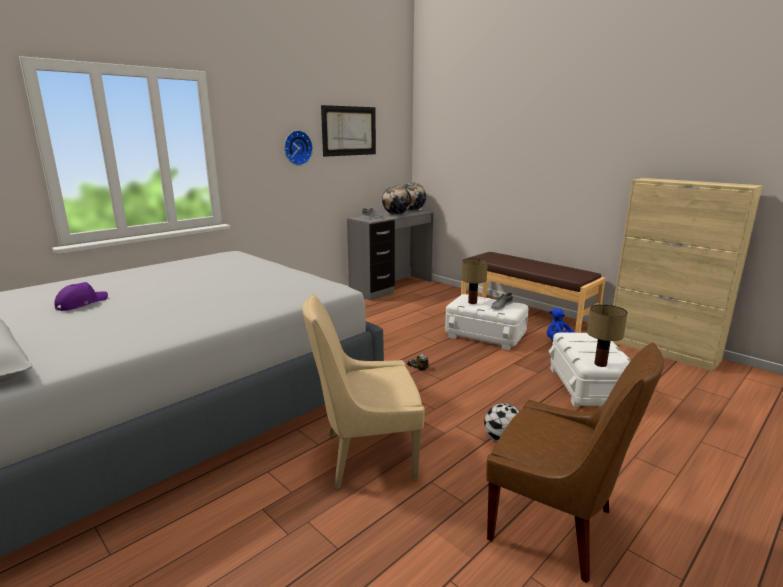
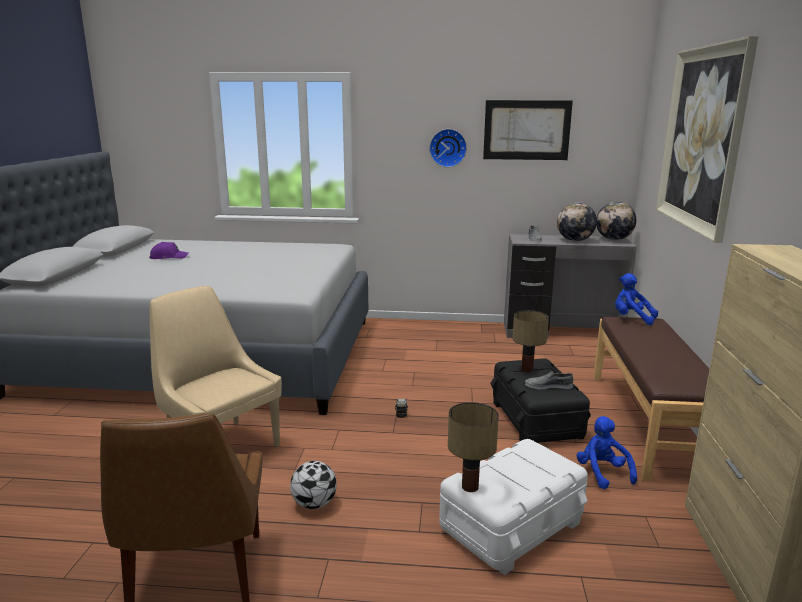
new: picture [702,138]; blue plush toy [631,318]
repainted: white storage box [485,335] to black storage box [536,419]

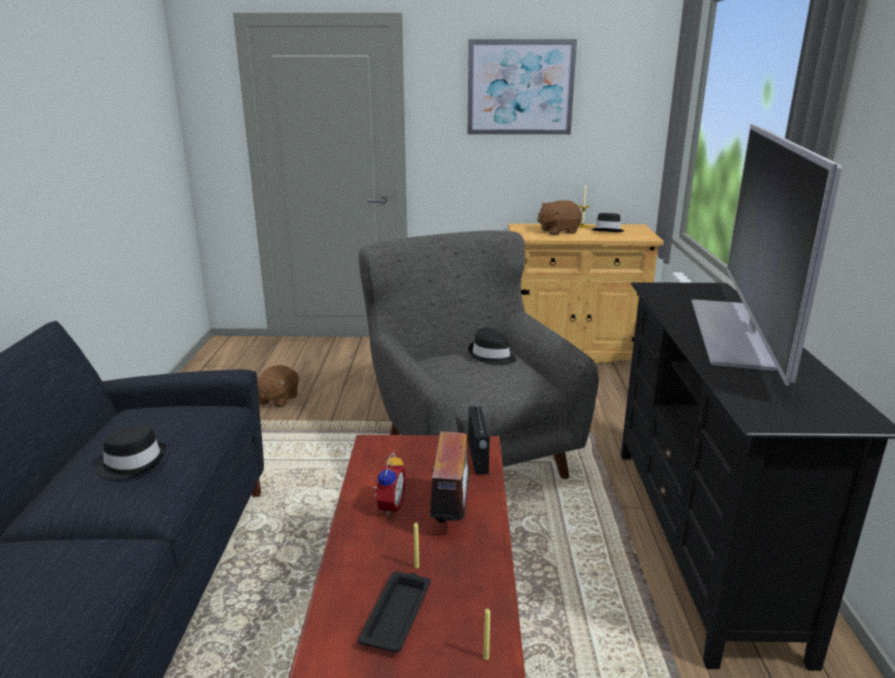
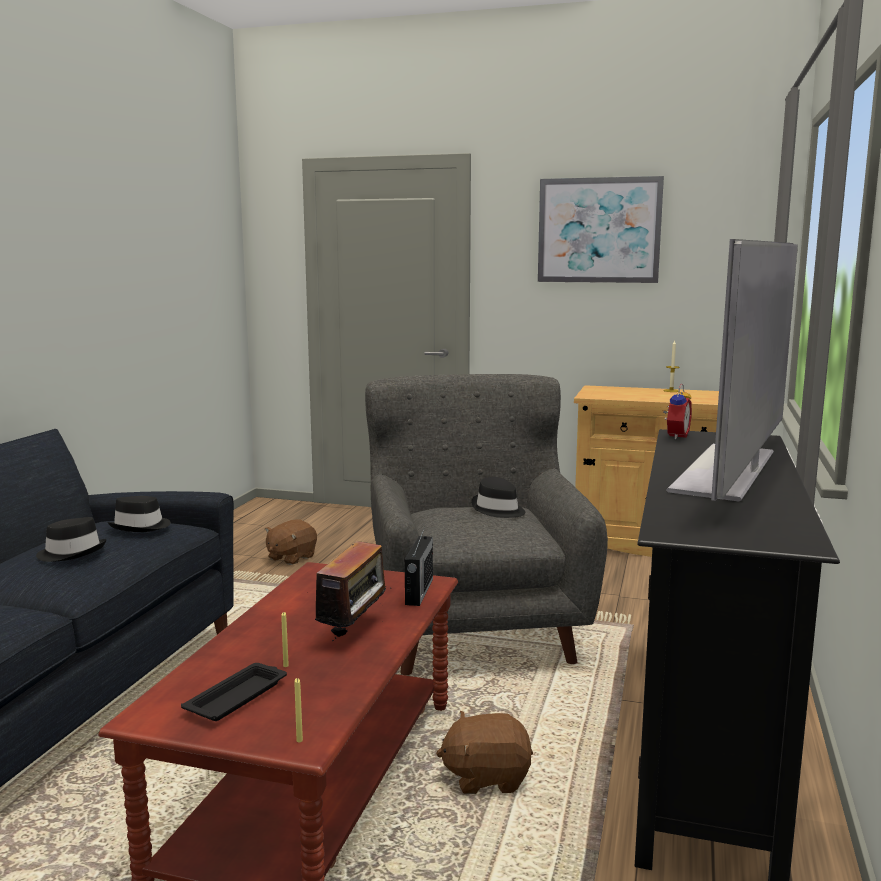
shifted: brown plush toy [558,231] to [486,777]; black hat [607,230] to [141,527]; alarm clock [388,506] to [675,436]

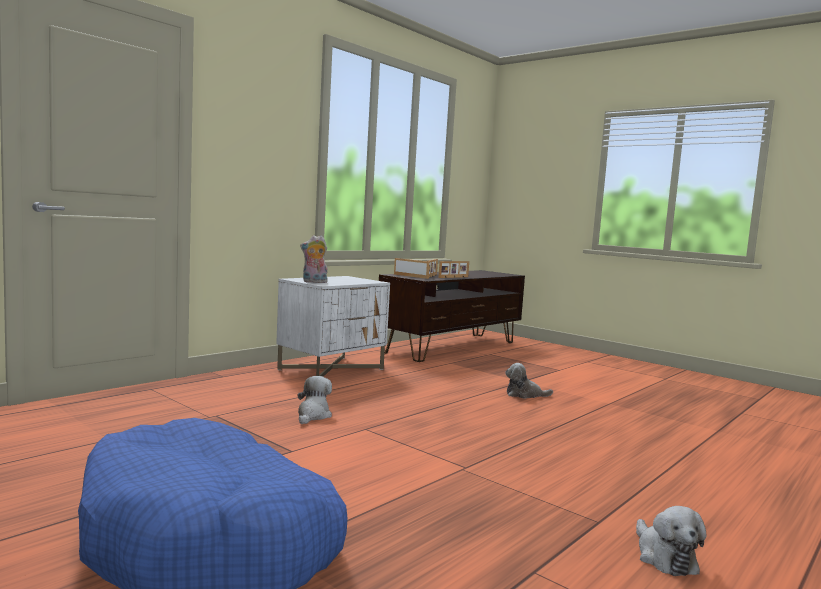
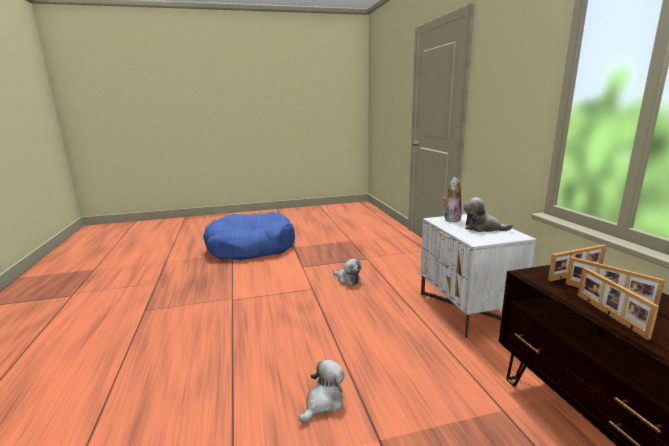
shifted: plush toy [664,557] to [482,228]

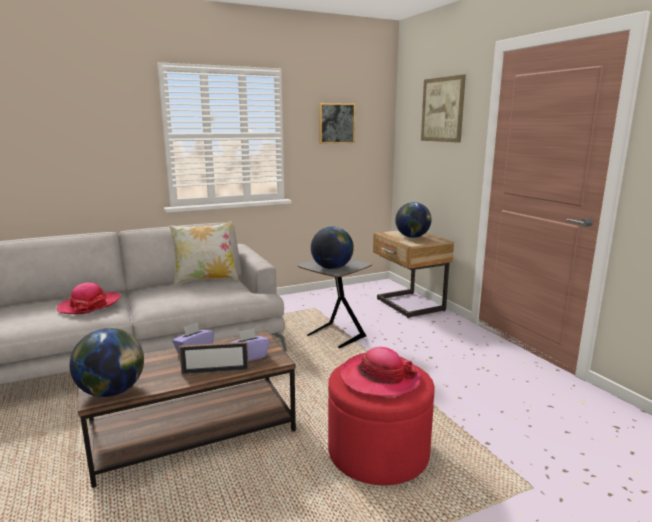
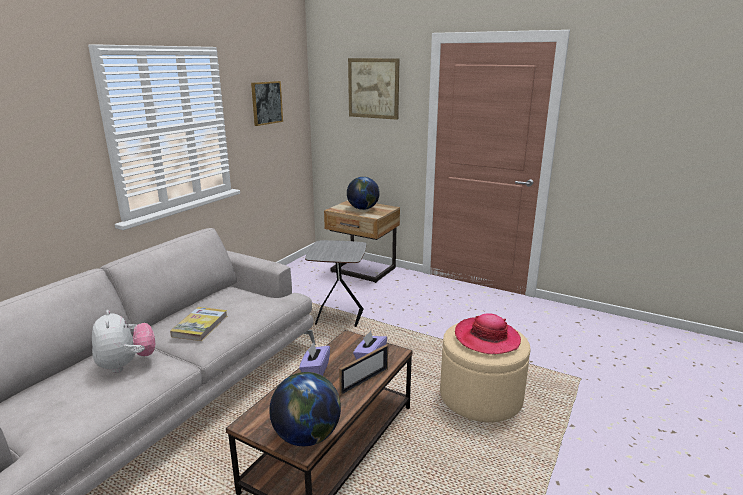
gone: pillow [206,279]; globe [332,268]
new: book [200,326]
swapped: hat [90,305] to plush toy [127,364]
repainted: red ottoman [378,452] to beige ottoman [480,397]

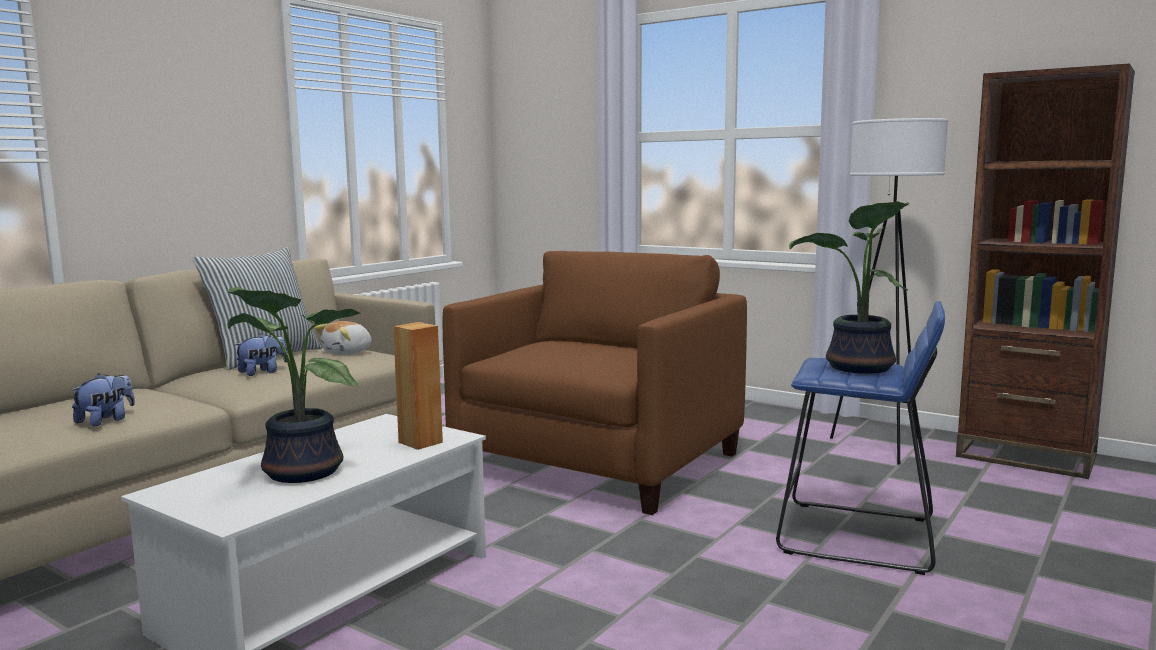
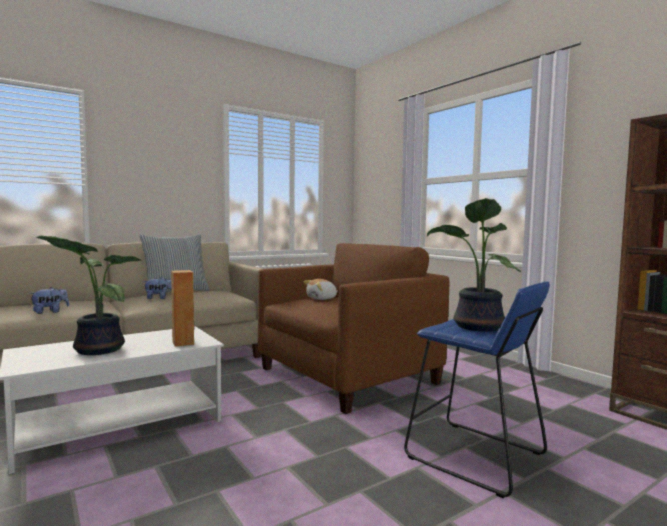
gone: white floor lamp [881,447]
shifted: plush toy [348,352] to [322,299]

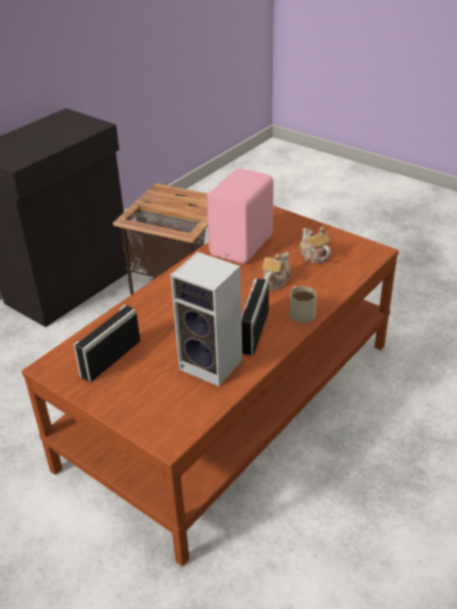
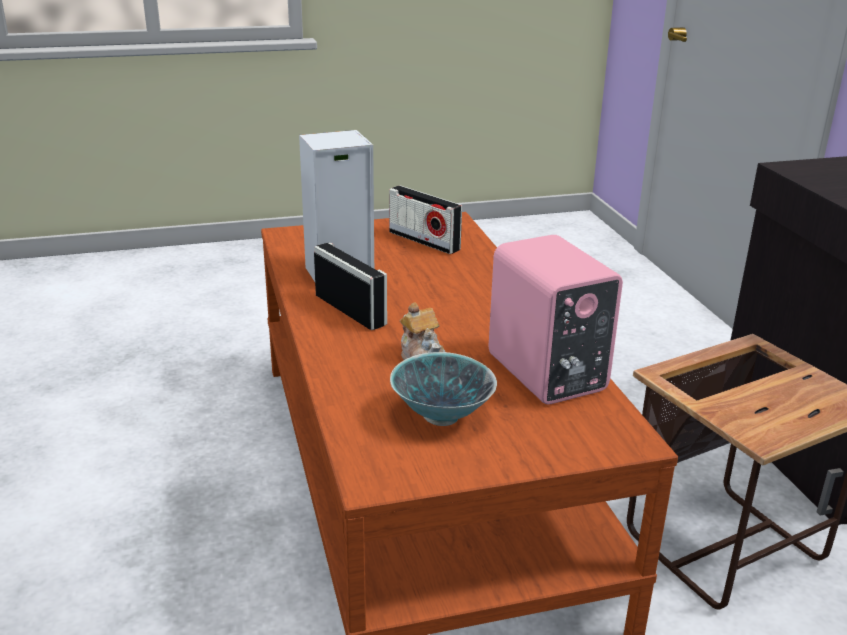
gone: beige mug [300,311]
swapped: teapot [313,256] to bowl [441,416]
rotated: radio [110,358] = [424,241] 150 degrees clockwise

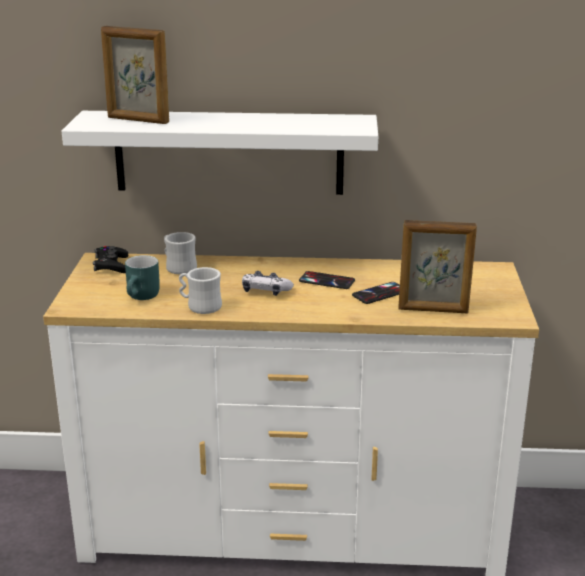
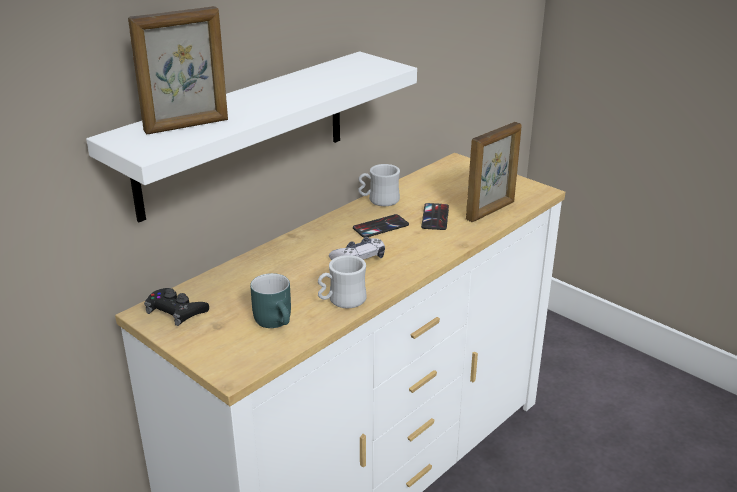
shifted: white mug [178,267] to [379,200]

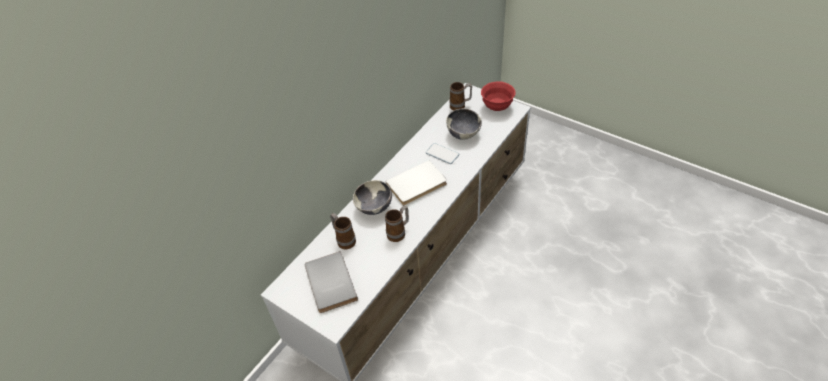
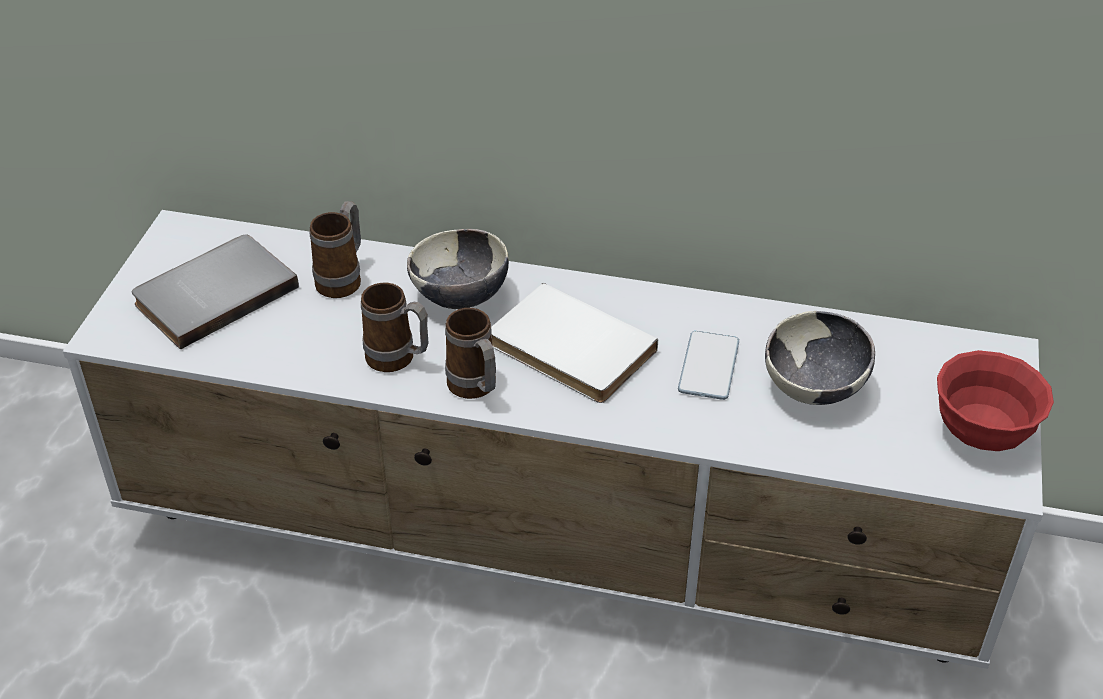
shifted: mug [460,106] to [475,390]

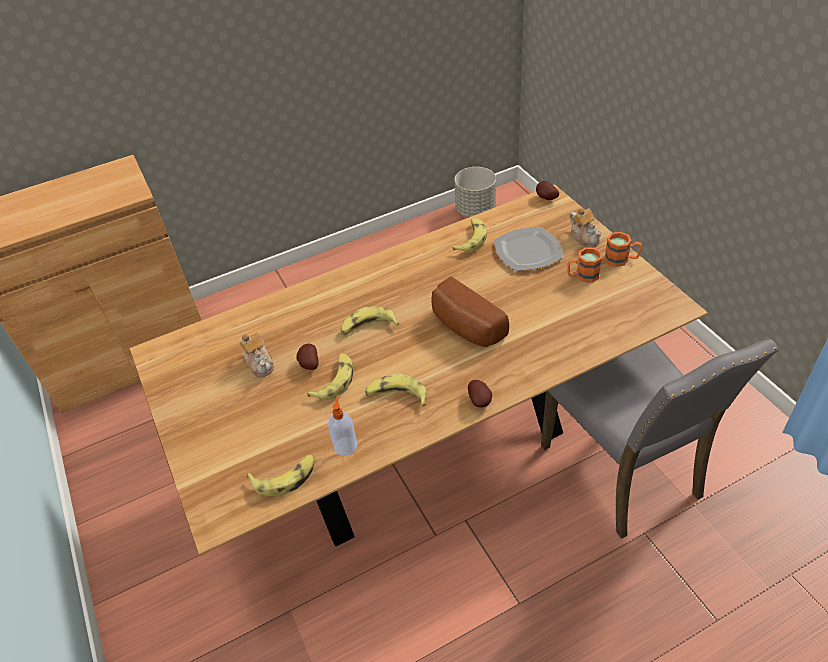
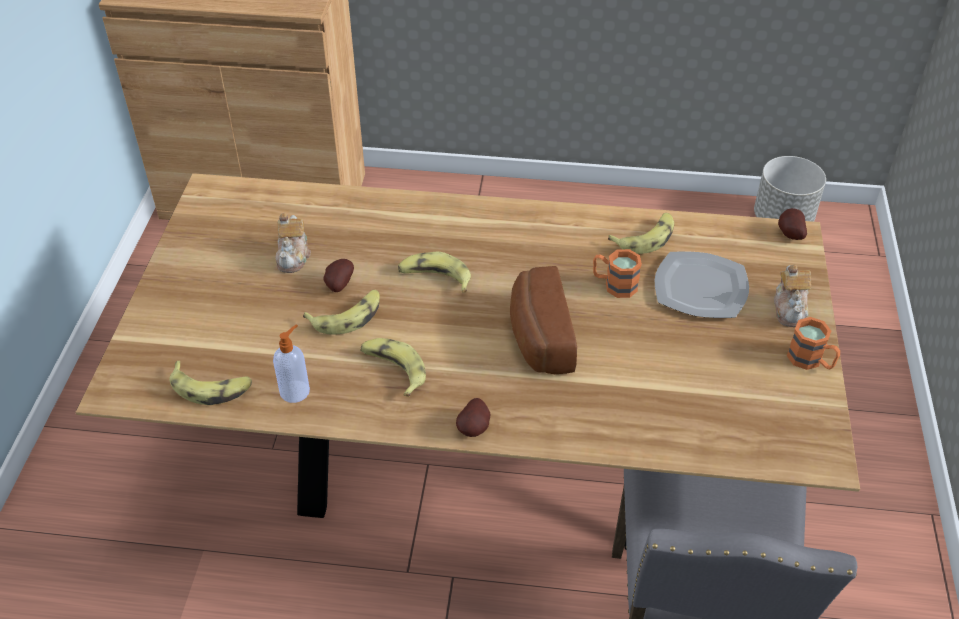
shifted: orange mug [582,276] to [614,285]

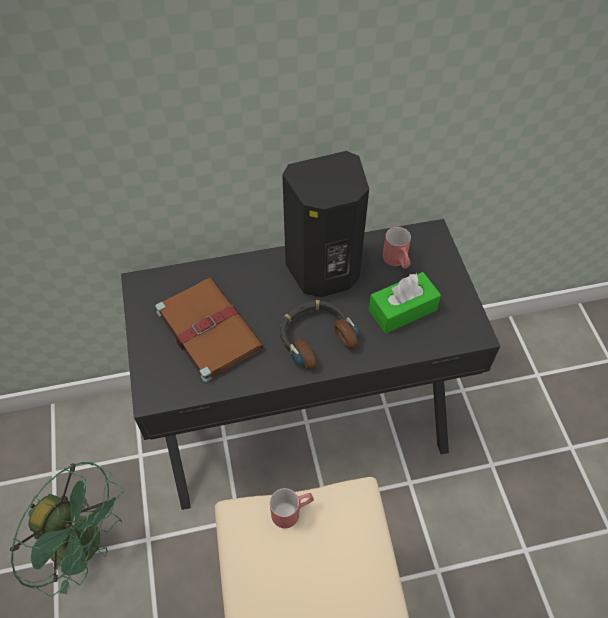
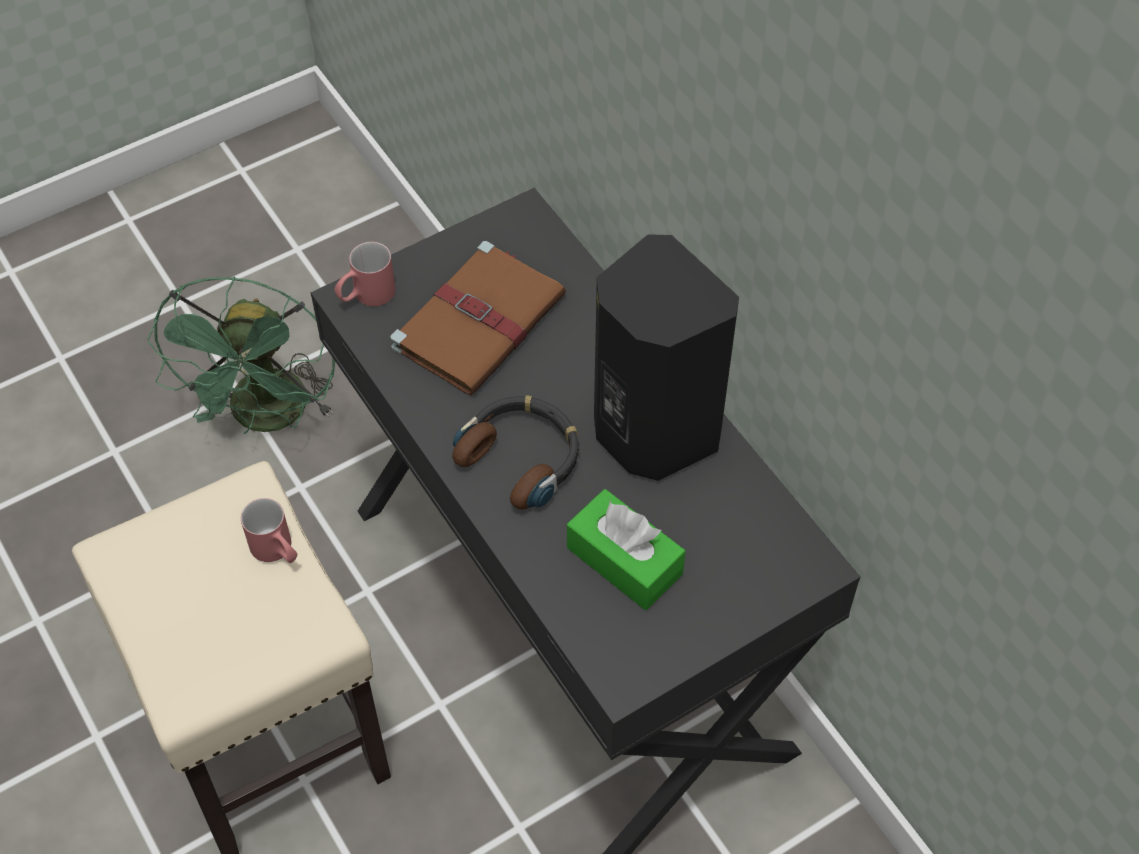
shifted: red mug [397,261] to [366,296]

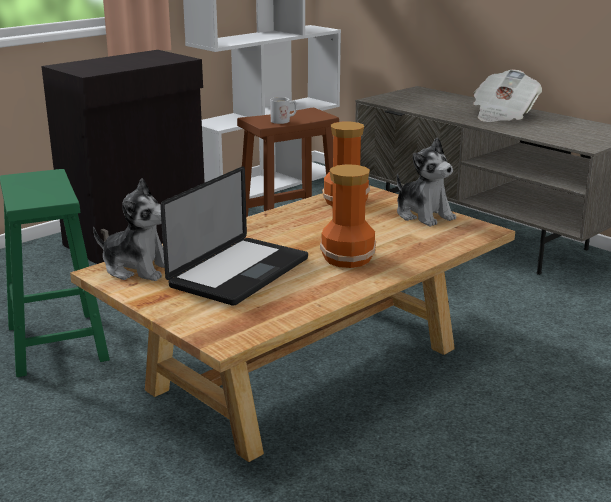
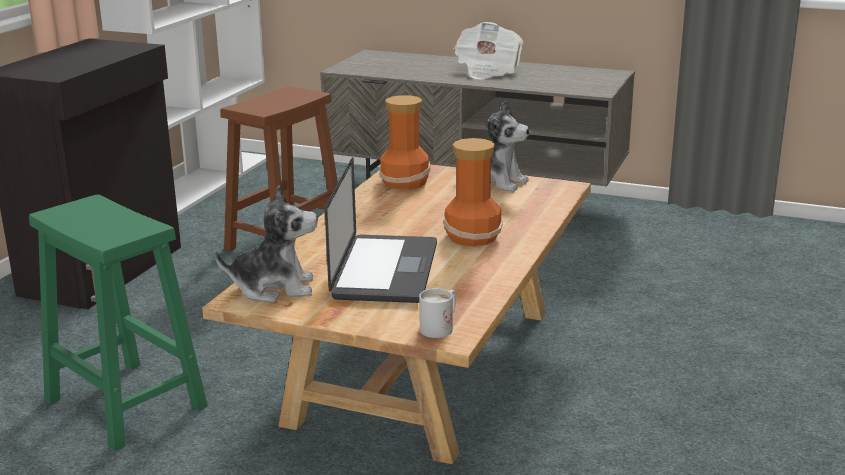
shifted: white mug [284,120] to [440,327]

